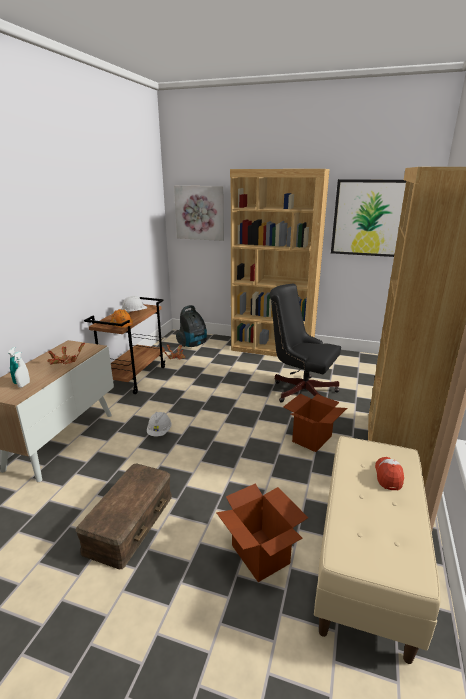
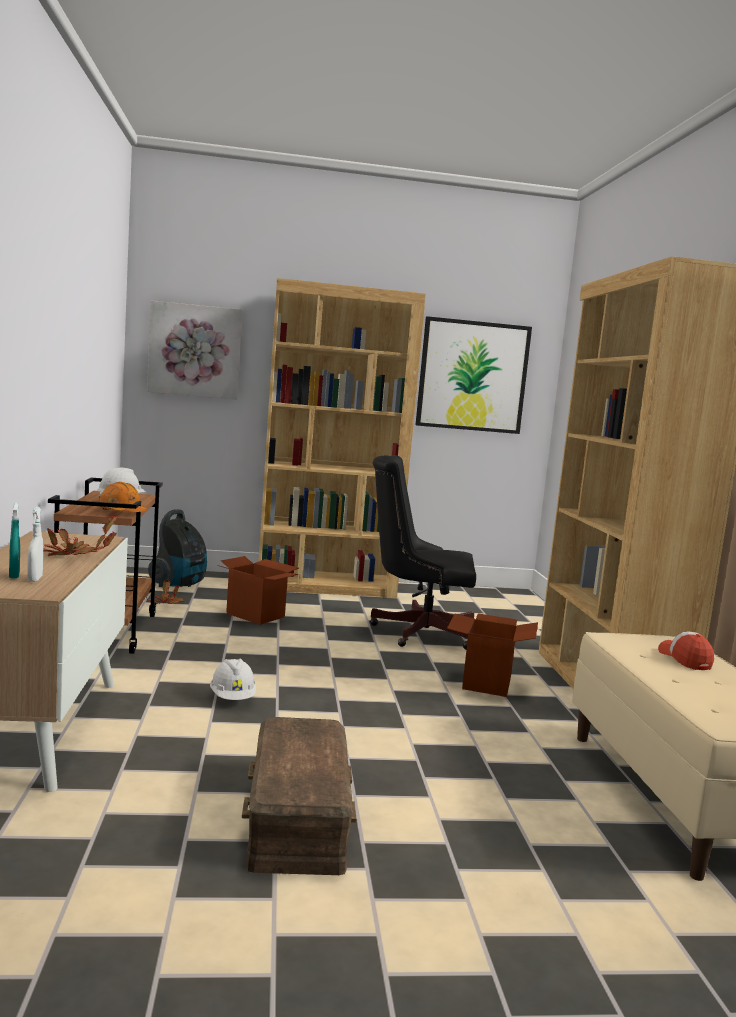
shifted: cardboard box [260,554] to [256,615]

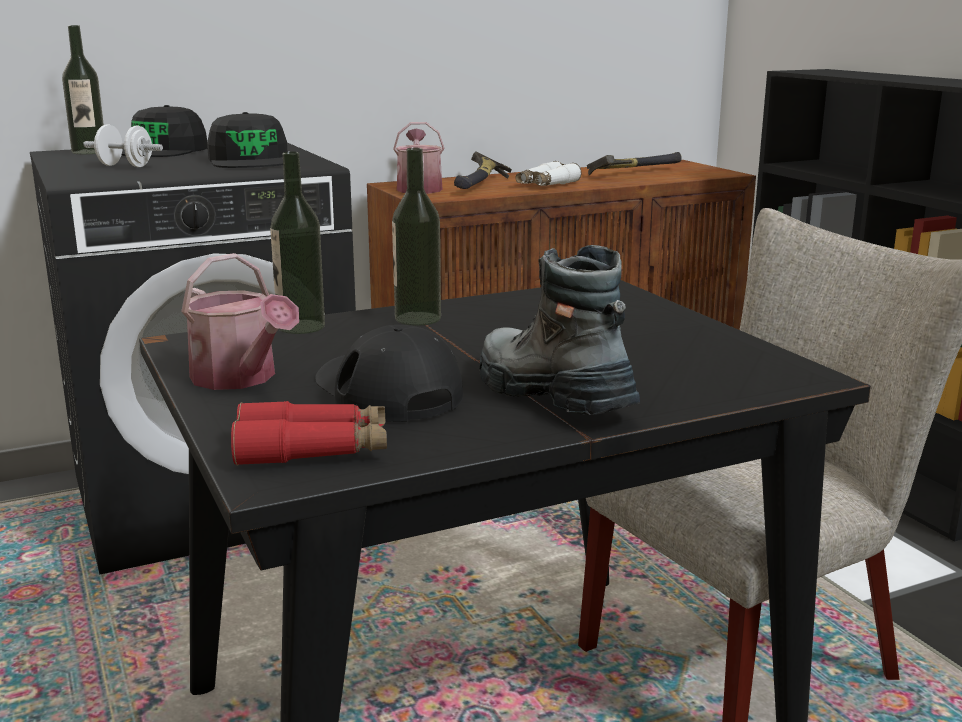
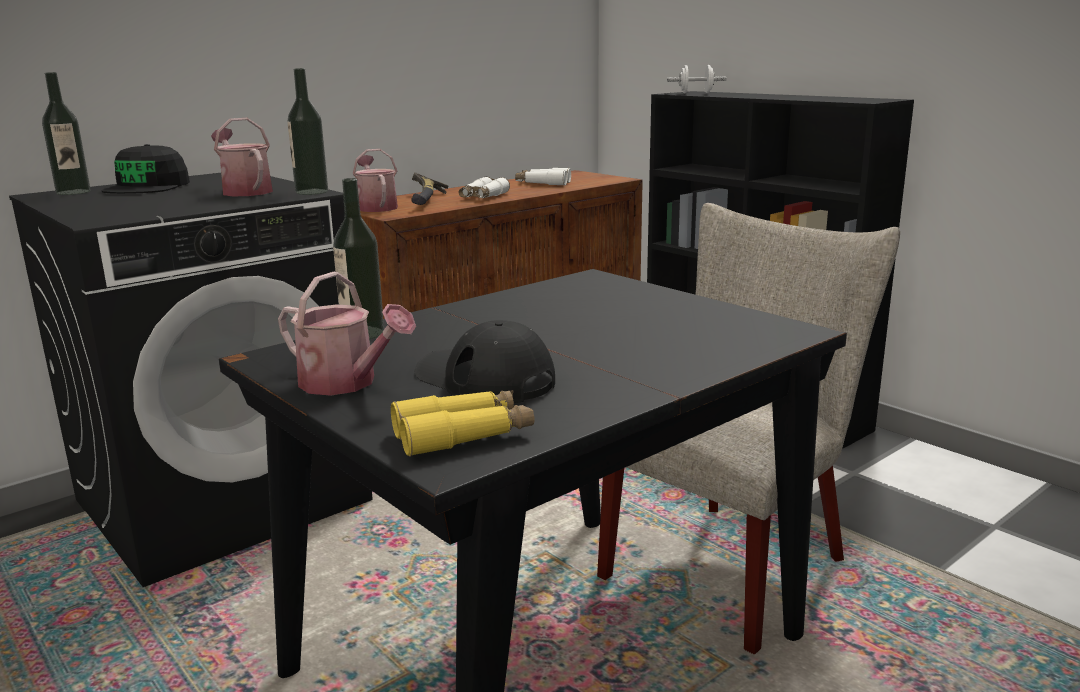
gone: boot [551,395]
shifted: white dumbbell [125,166] to [696,93]; bottle [418,318] to [311,192]
swapped: black cap [251,161] to watering can [244,191]; hammer [630,173] to white binoculars [543,183]
repainted: red binoculars [313,450] to yellow binoculars [463,435]

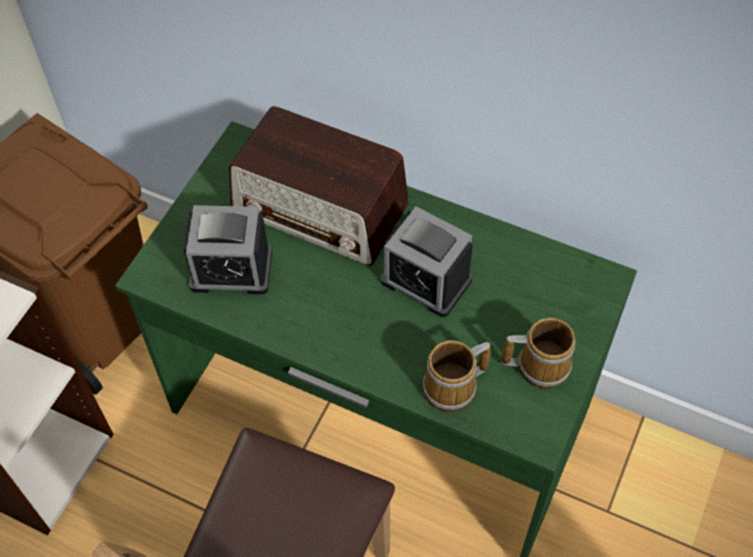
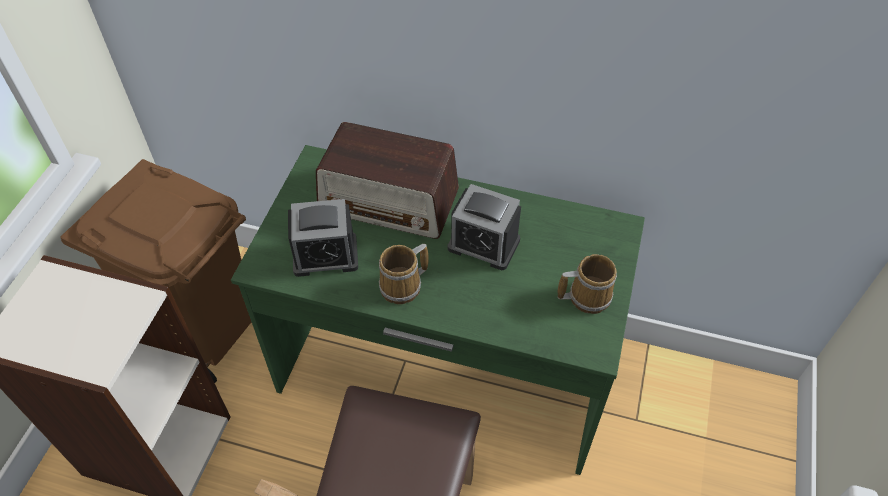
shifted: mug [454,388] to [404,286]

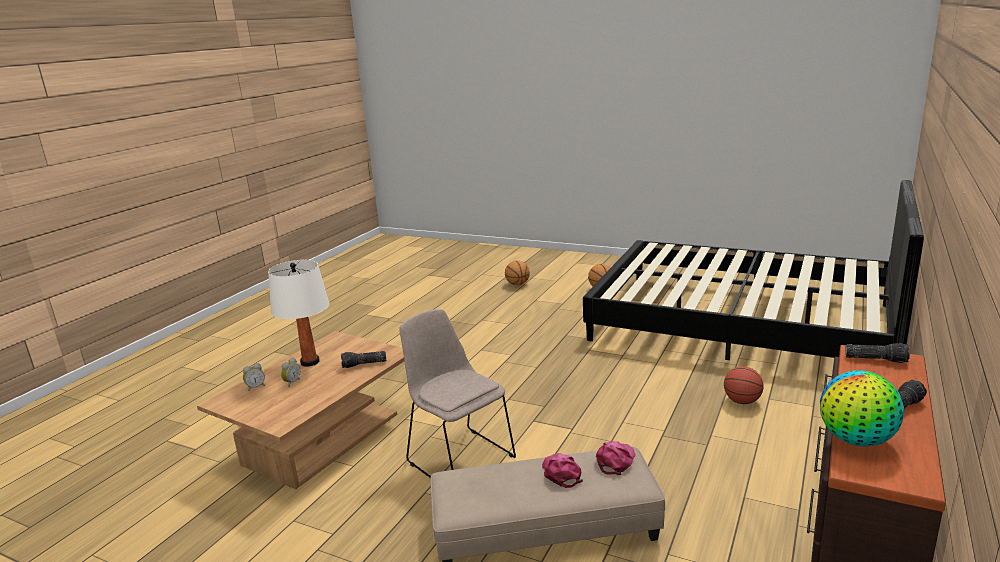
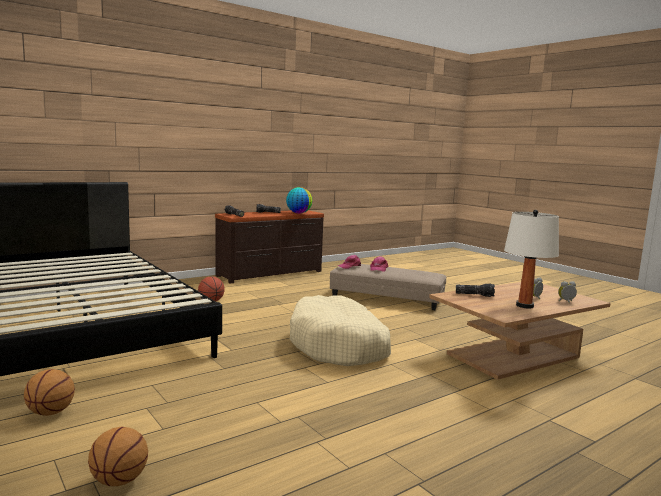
gone: beige chair [459,458]
new: beige dog bed [339,346]

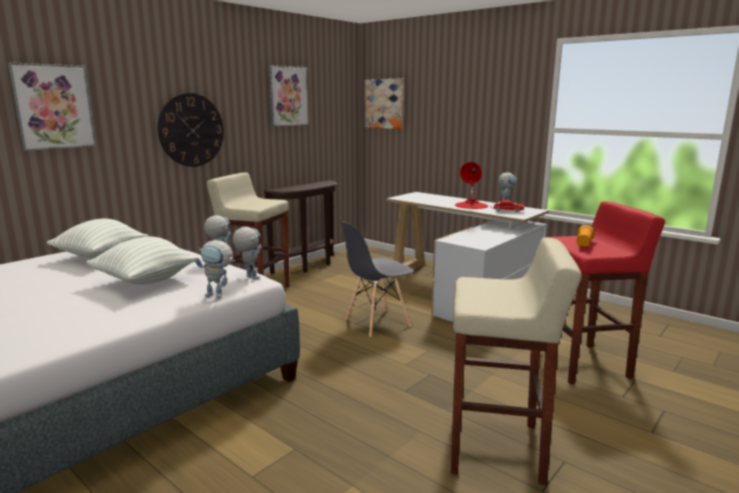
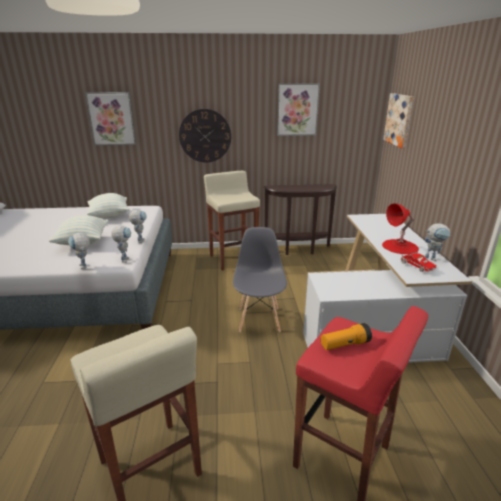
rotated: grey chair [377,322] = [259,319] 75 degrees clockwise

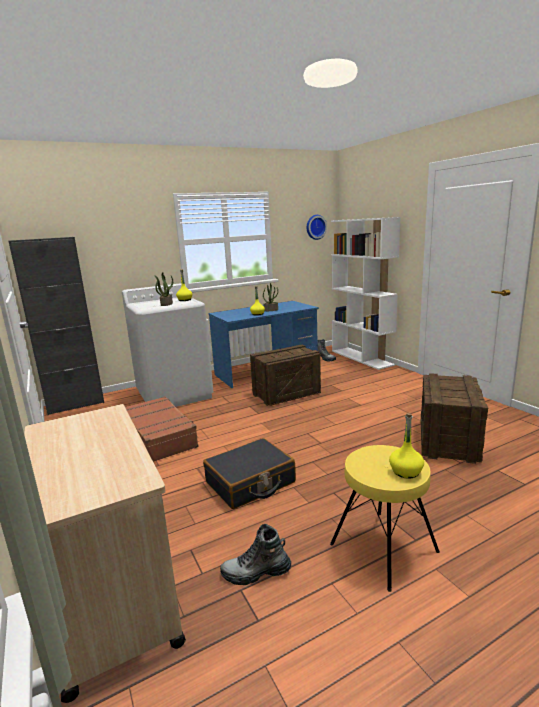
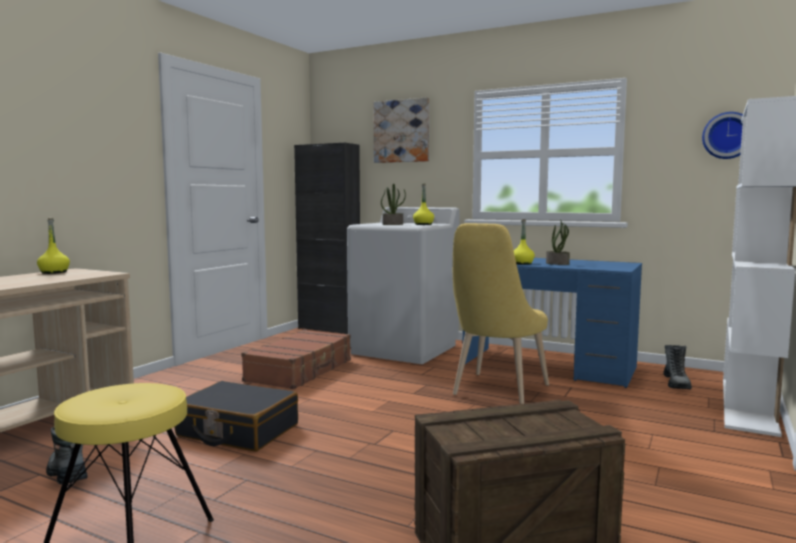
new: picture [402,131]
shifted: yellow bottle [406,471] to [54,272]
swapped: crate [286,393] to yellow chair [497,392]

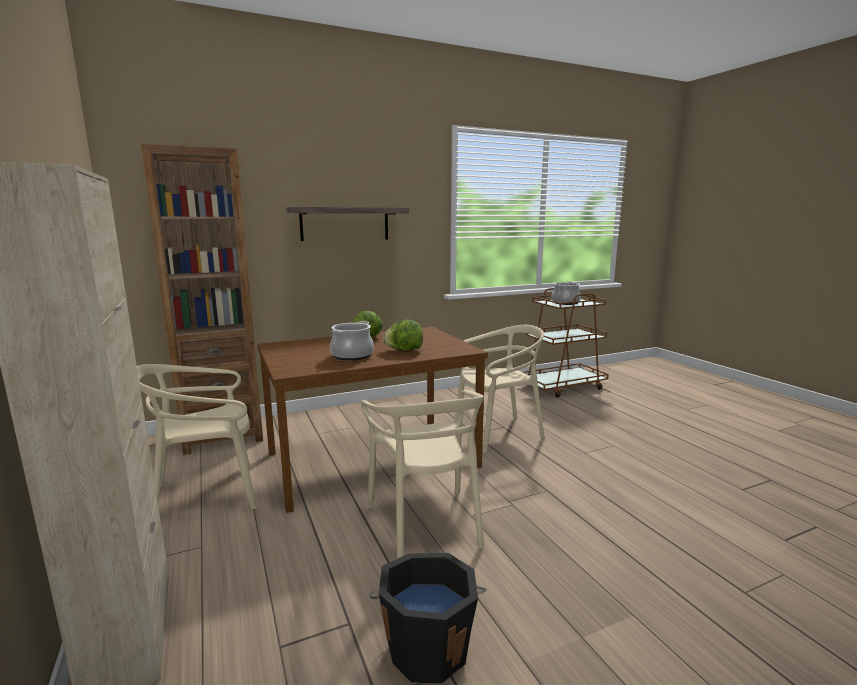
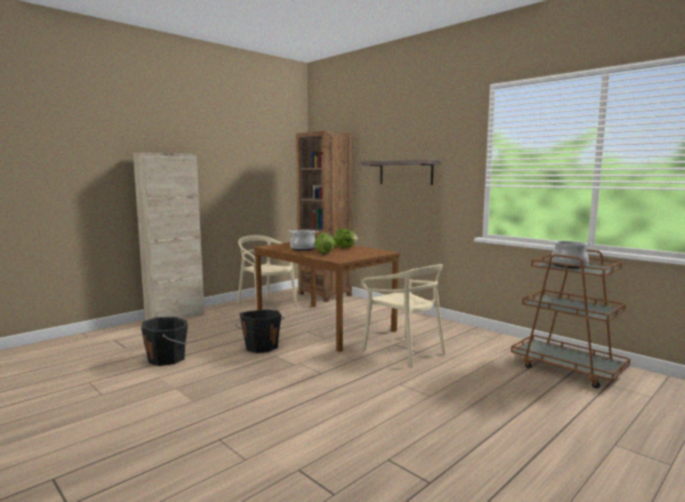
swapped: beige chair [426,523] to black bucket [261,346]

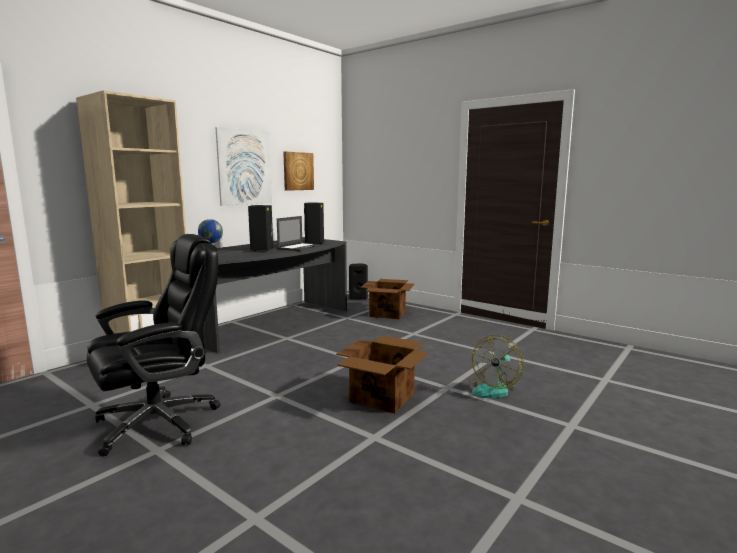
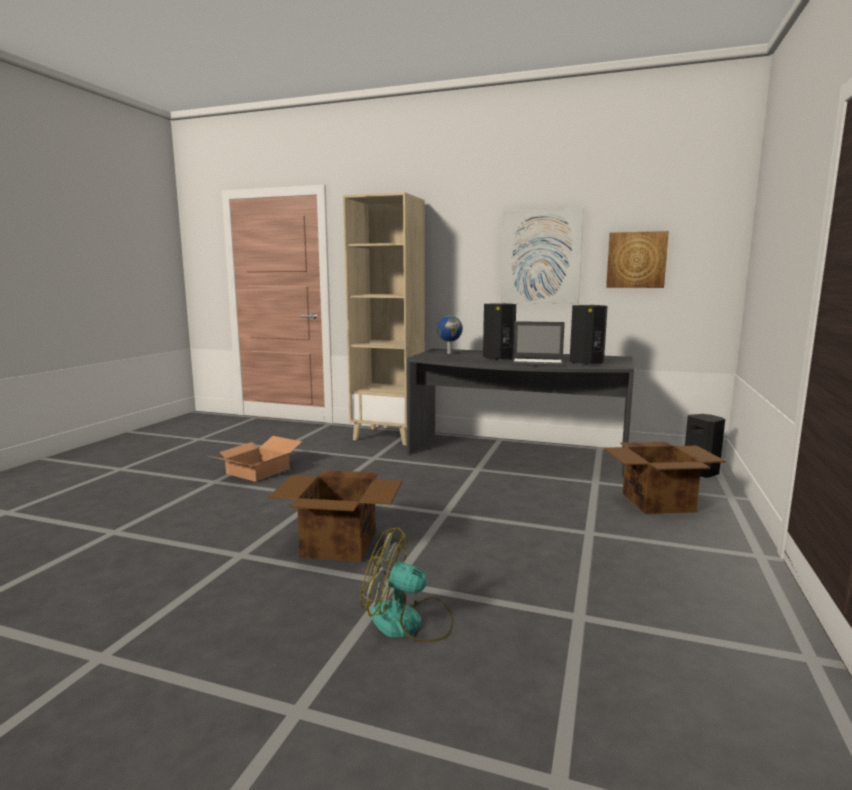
swapped: black office chair [160,422] to cardboard box [258,471]

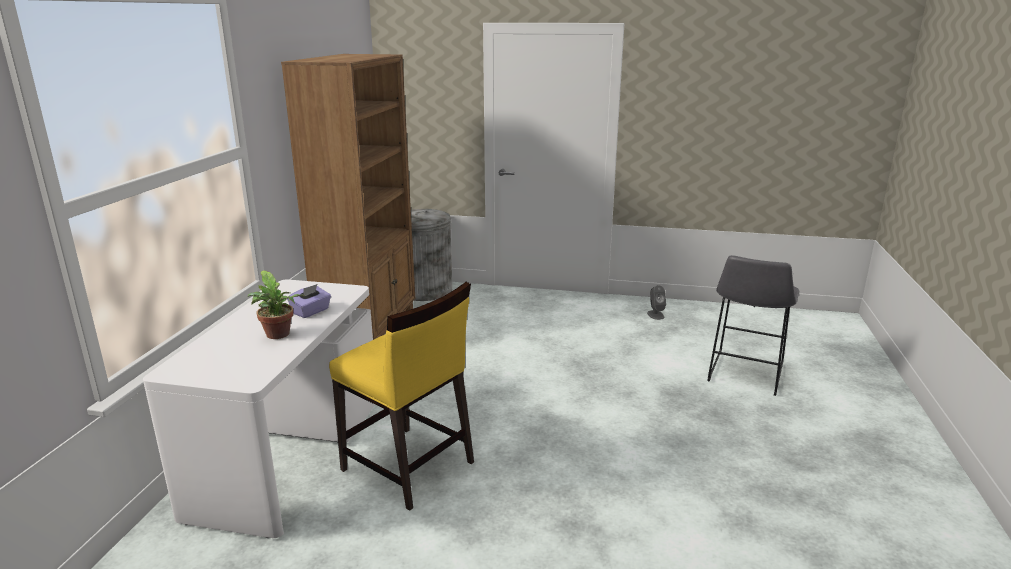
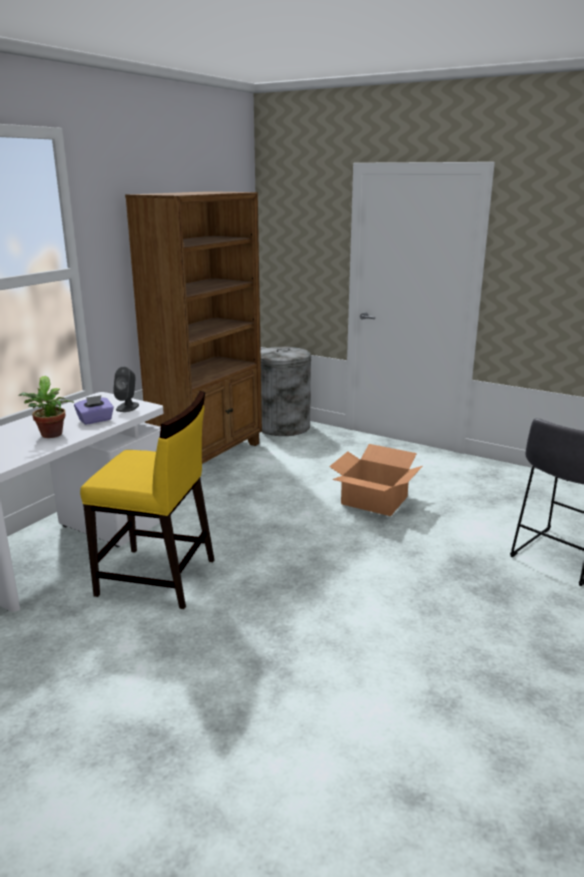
new: cardboard box [374,501]
shifted: grey speaker [655,315] to [127,407]
rotated: yellow chair [408,467] = [157,578] 45 degrees counterclockwise

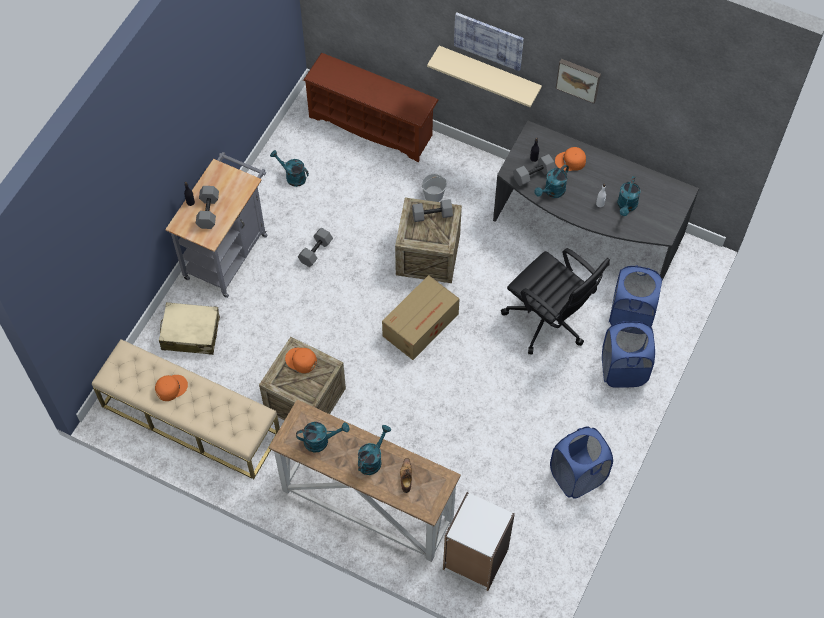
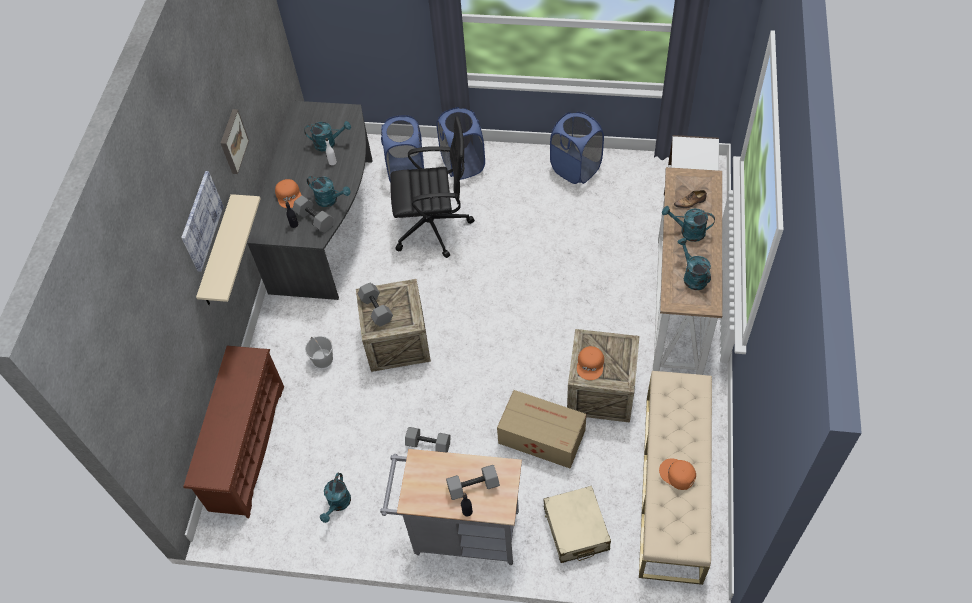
shifted: cardboard box [421,324] to [540,435]
rotated: black office chair [549,320] = [434,226] 60 degrees clockwise

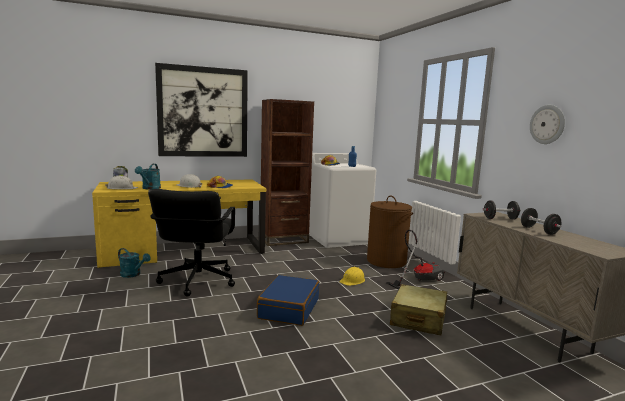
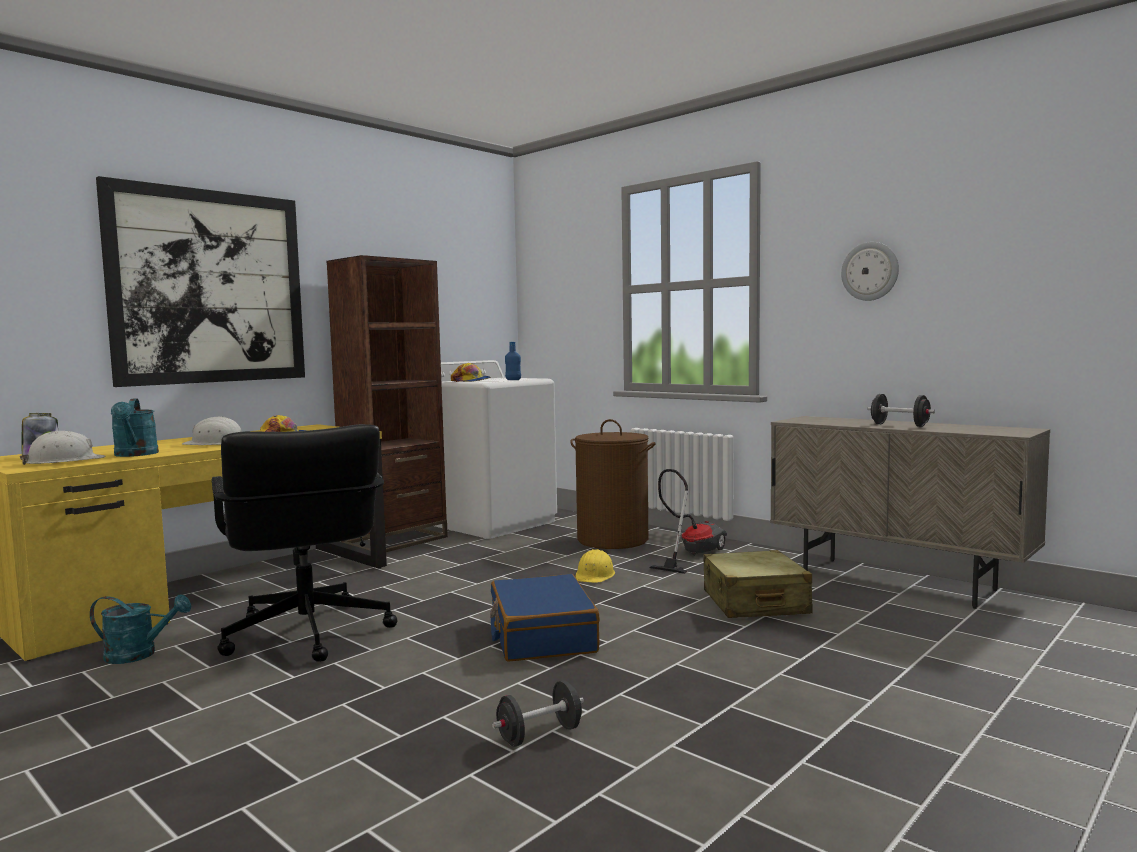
shifted: black dumbbell [500,218] to [539,735]

